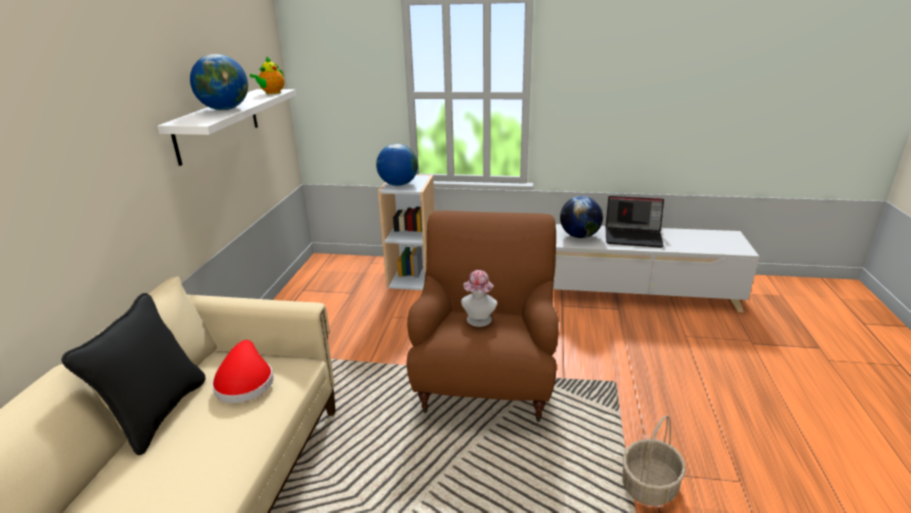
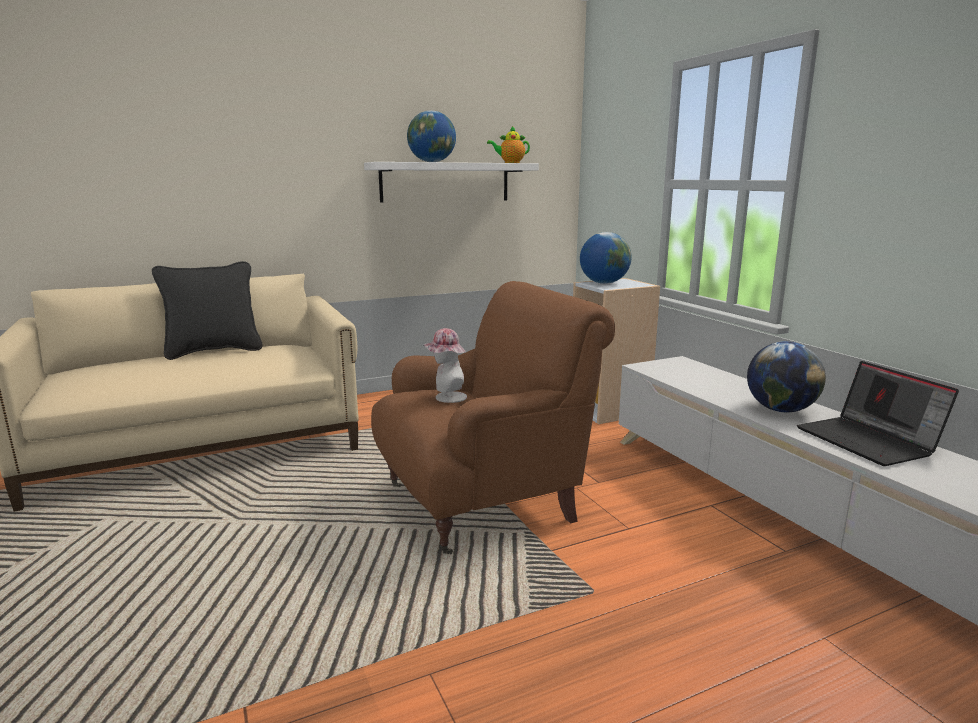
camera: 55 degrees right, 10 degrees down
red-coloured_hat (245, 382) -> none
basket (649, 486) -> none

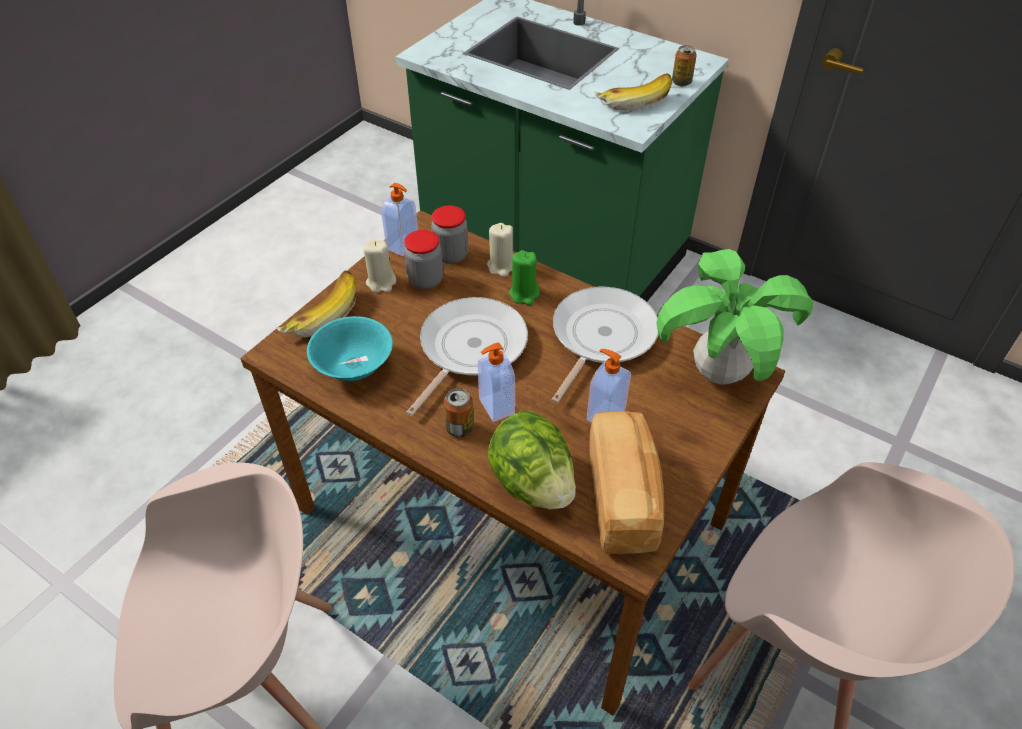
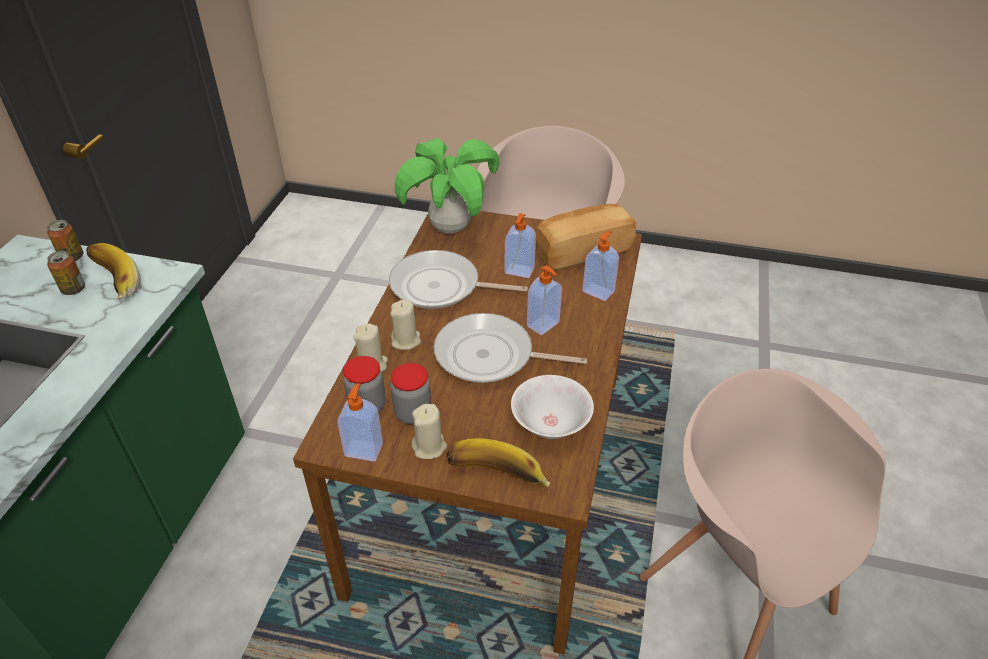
camera: 110 degrees left, 5 degrees down
green-coloured_candle (524, 294) -> beige_candle (406, 340)
blue-green_bowl (354, 367) -> white_bowl (550, 424)
metal_can (460, 428) -> metal_can (73, 289), moved
lettuce_head (532, 483) -> liquid_soap_bottle (598, 291)

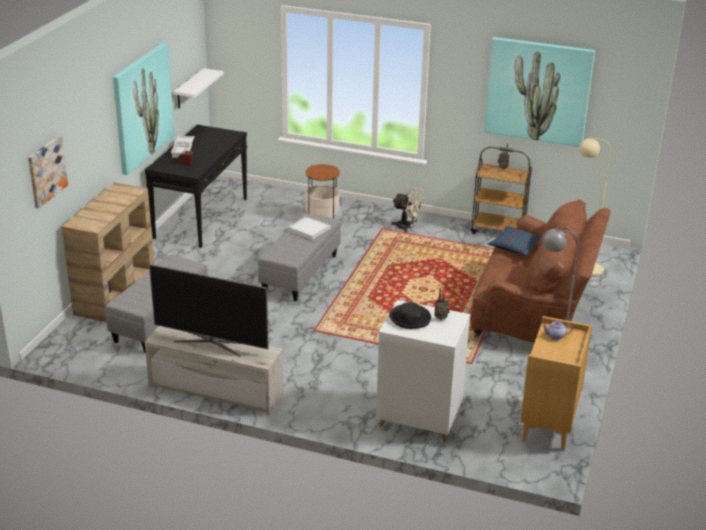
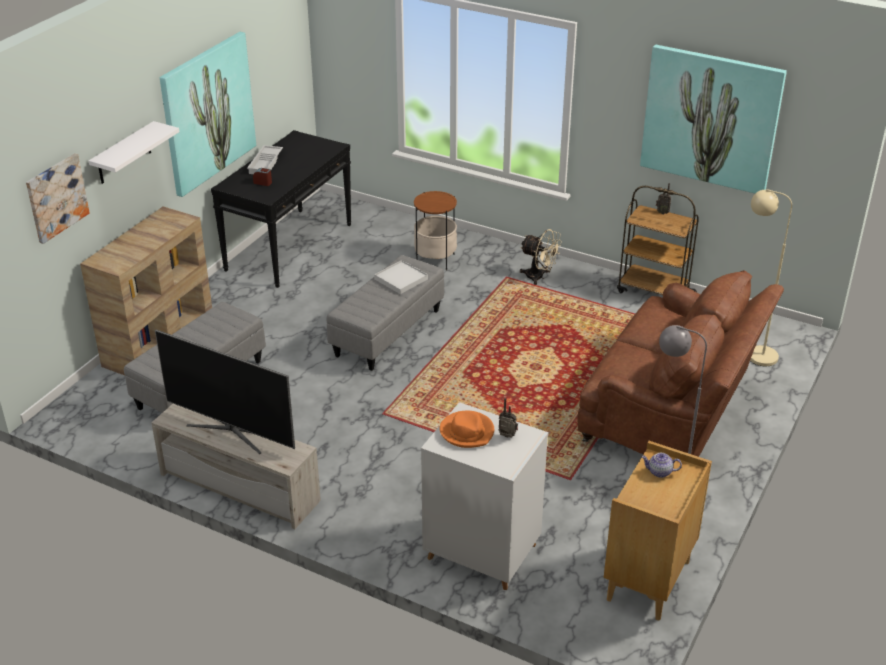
camera: 10 degrees right, 5 degrees up
white_wall_shelf (189, 89) -> white_wall_shelf (124, 154), moved
blue_throw_pillow (515, 246) -> none
black-coloured_hat (410, 318) -> orange-coloured_hat (467, 432)

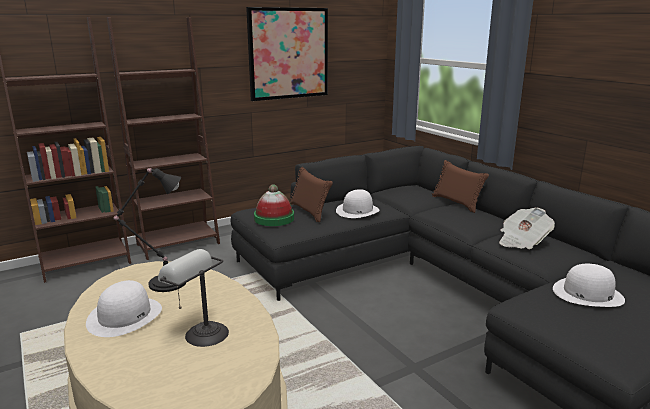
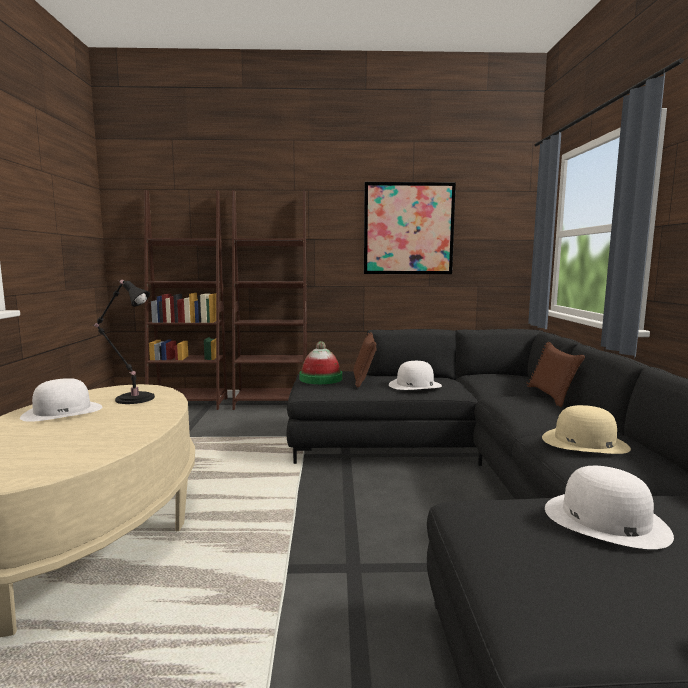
camera: 30 degrees right, 10 degrees down
daily_paper (522, 241) -> beige_hat (584, 442)
tabletop_lamp (199, 331) -> none

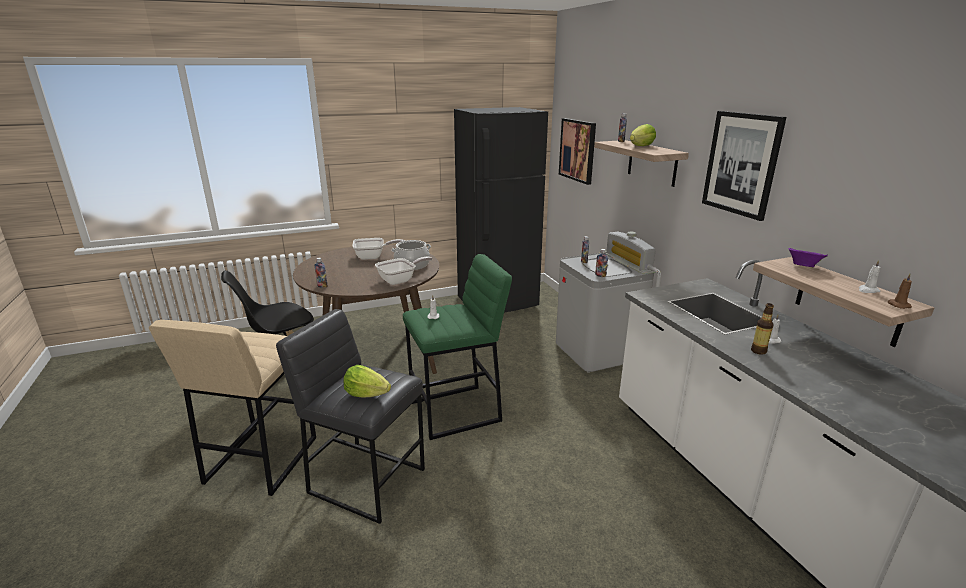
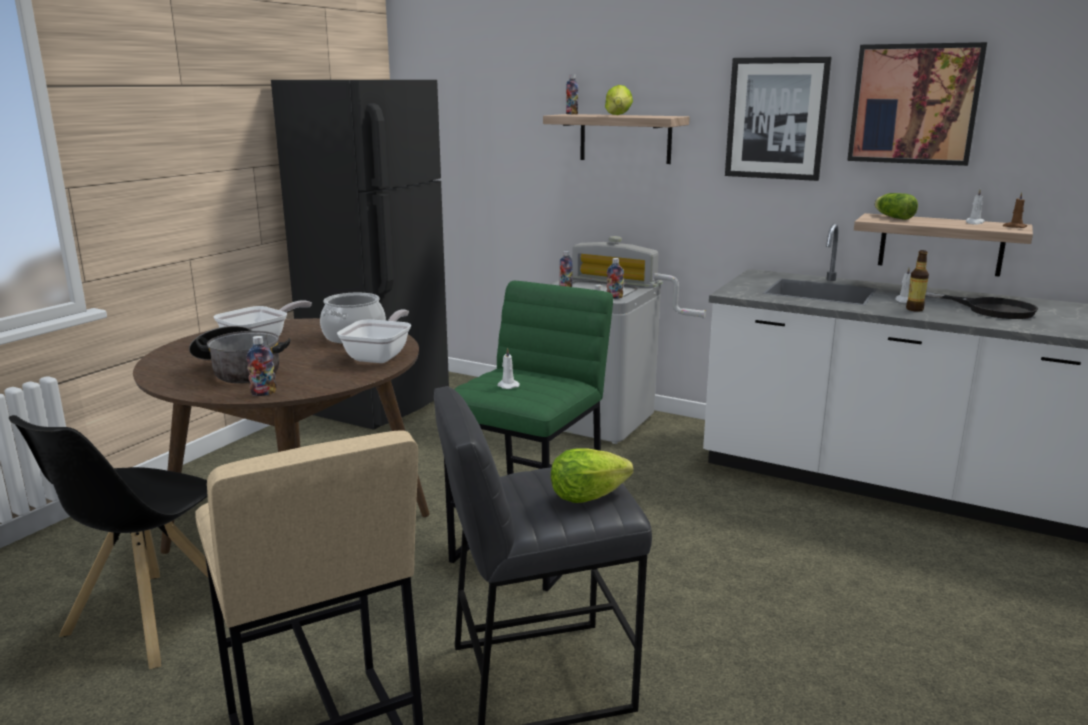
camera: 40 degrees left, 5 degrees down
picture (577, 150) -> picture (914, 104), moved
purple_bowl (802, 266) -> lettuce_head (892, 217)
none -> black-coloured_skillet (988, 309)
none -> cooking_pot (239, 371)

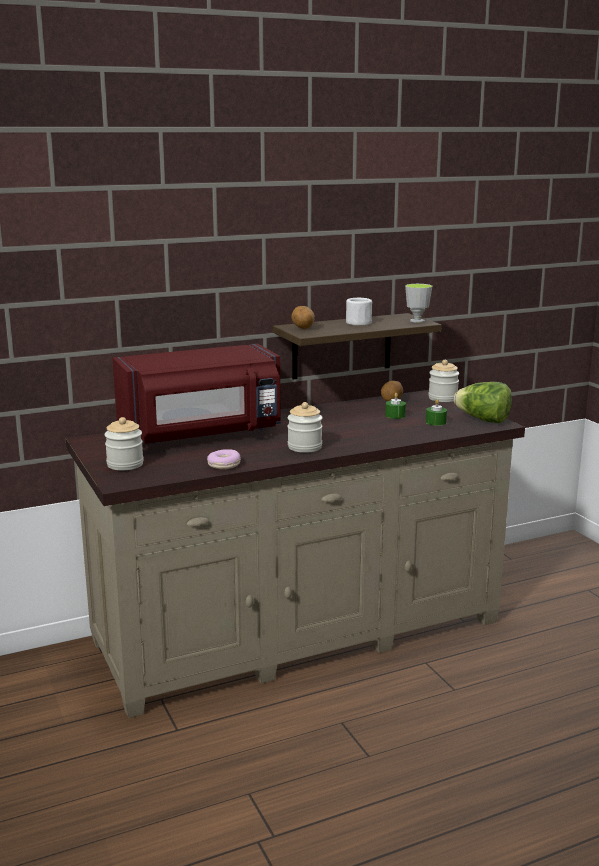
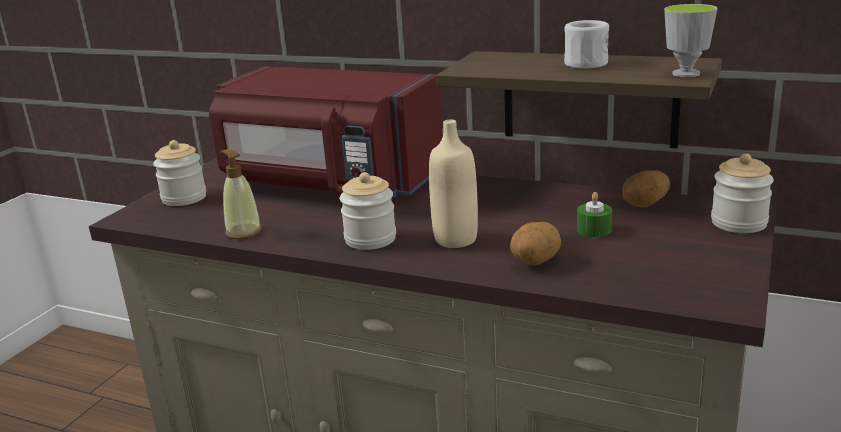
camera: 50 degrees right, 5 degrees up
potato (303, 328) -> potato (535, 262), moved
lettuce_head (483, 420) -> none
green-coloured_candle (436, 422) -> none
donut (224, 465) -> liquid_soap_bottle (243, 232)
none -> beige_bottle (455, 239)

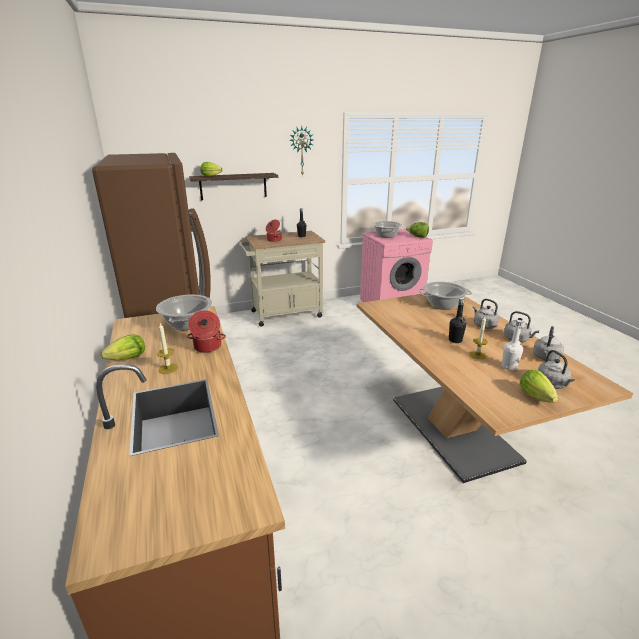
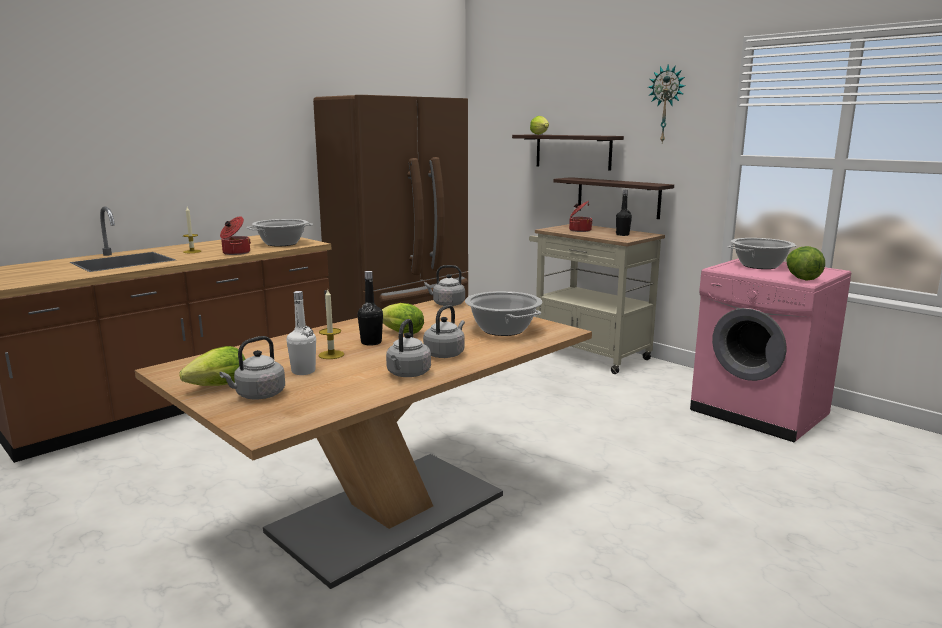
camera: 65 degrees right, 10 degrees down
grey_kettle (546, 358) -> grey_kettle (447, 304), moved
lettuce_head (125, 360) -> lettuce_head (399, 333), moved
none -> wall_shelf (618, 197)

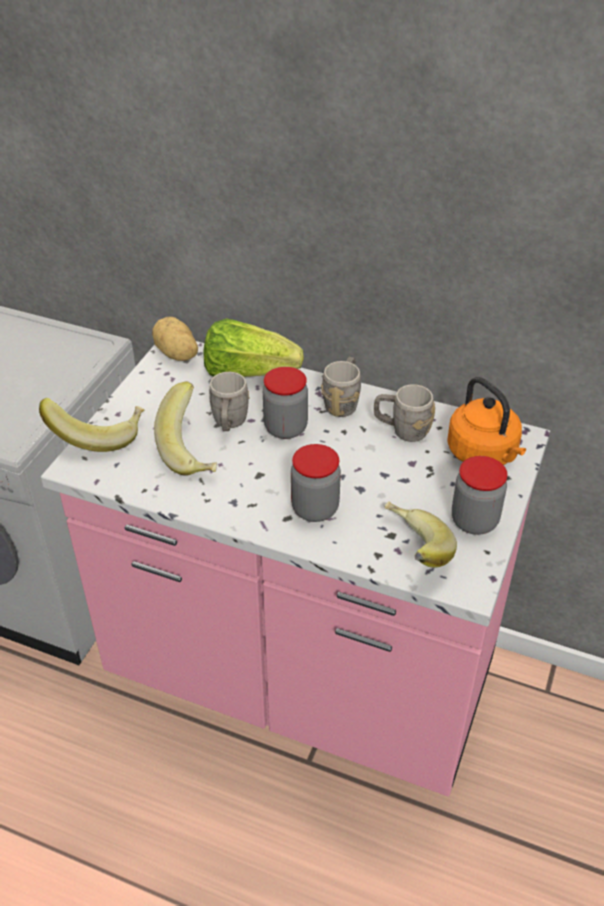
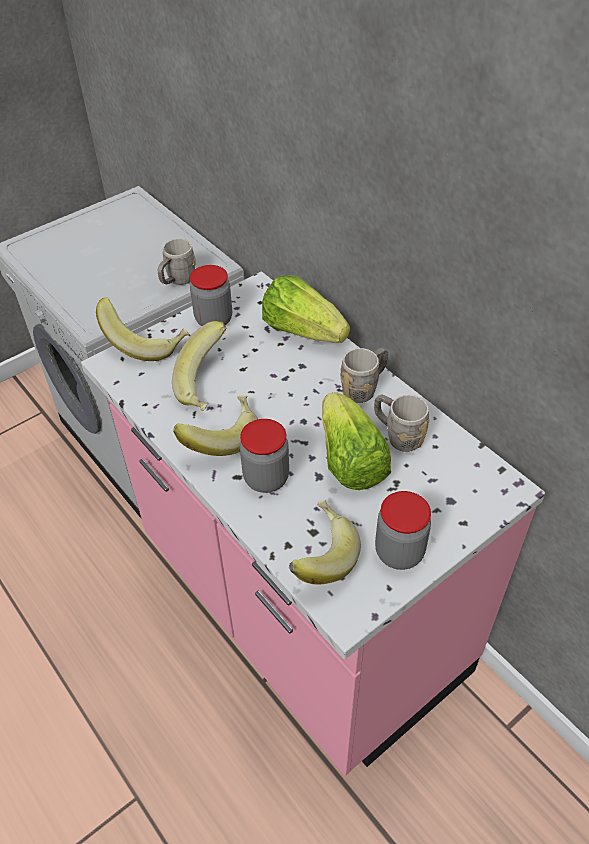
camera: 30 degrees right, 5 degrees up
potato (176, 354) -> none
jar (285, 428) -> jar (214, 320), moved
grey_coffee_mug (229, 423) -> grey_coffee_mug (177, 281), moved
orange-coloured_kettle (484, 454) -> none
none -> lettuce_head (350, 461)
none -> whole_banana (220, 437)

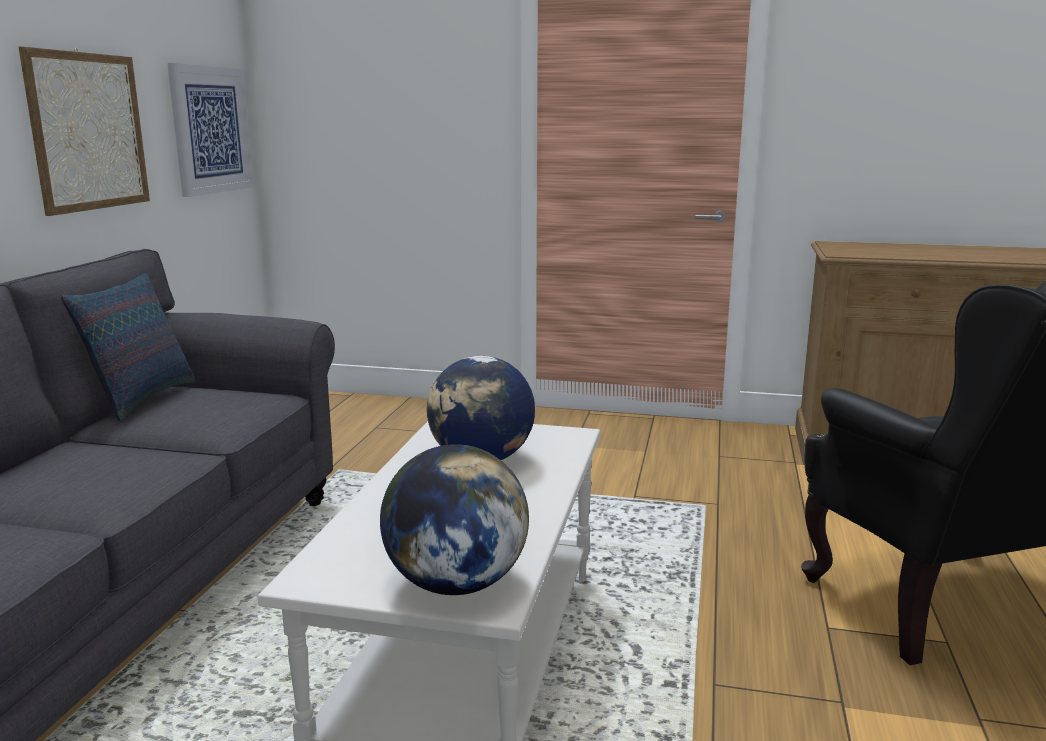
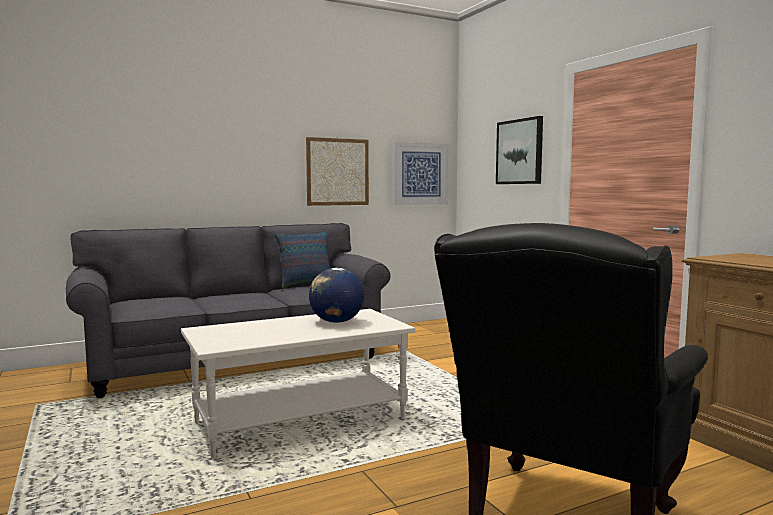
camera: 50 degrees right, 10 degrees down
globe (456, 584) -> none
none -> picture (520, 152)

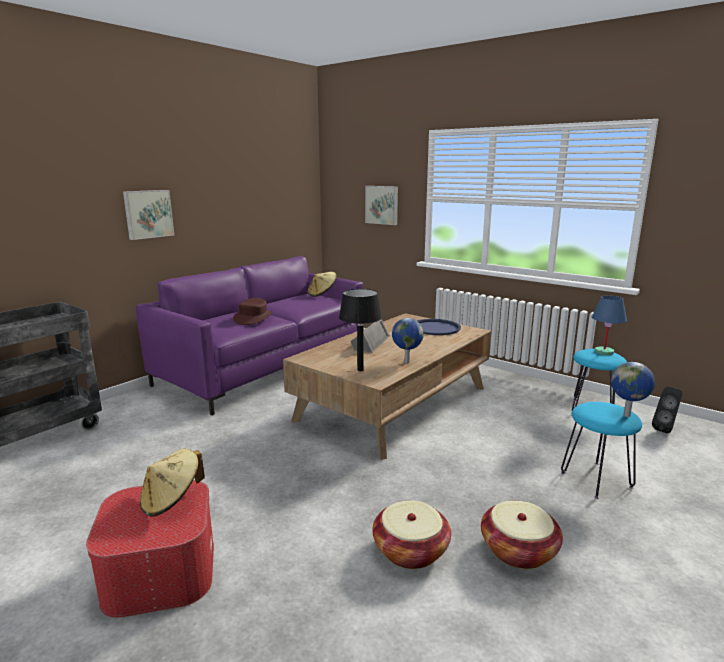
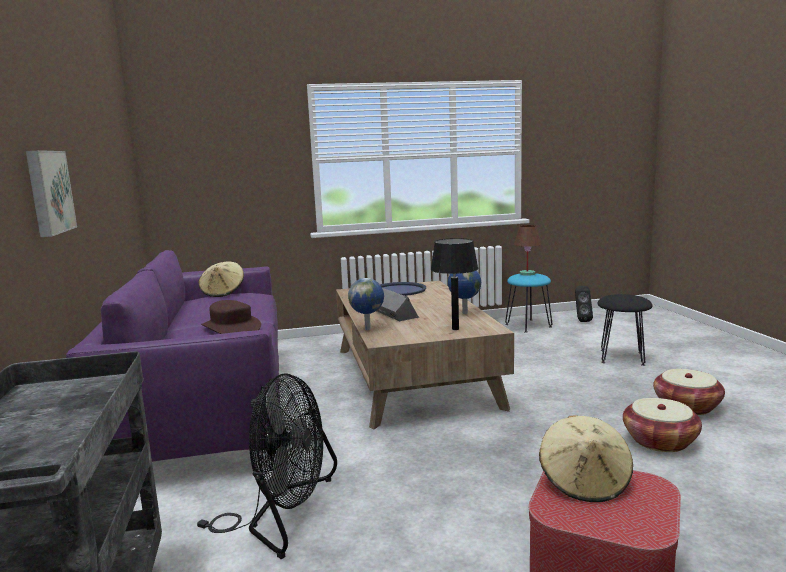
camera: 50 degrees left, 5 degrees down
picture (382, 205) -> none
blue_tabletop_lamp (604, 352) -> brownish_tabletop_lamp (527, 274)
globe (627, 415) -> globe (368, 329), moved
blue-green_sitting_stool (596, 480) -> black-coloured_sitting_stool (622, 357)
none -> black-coloured_fan (280, 515)

